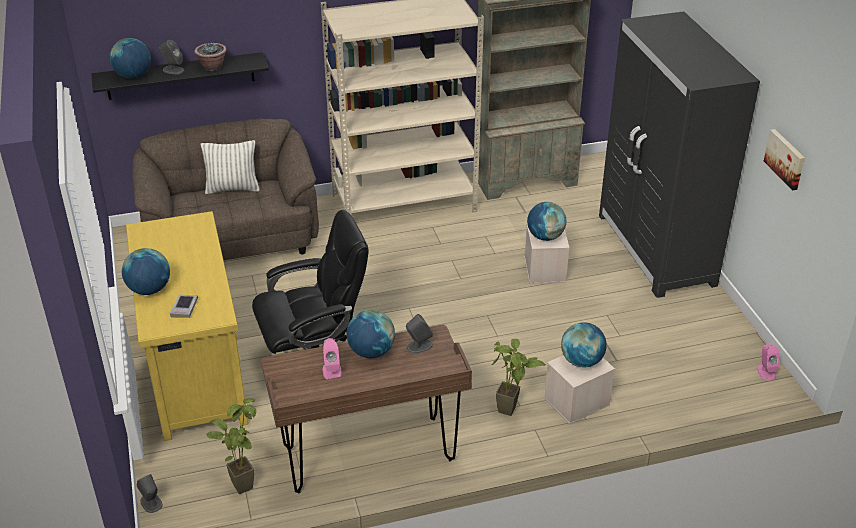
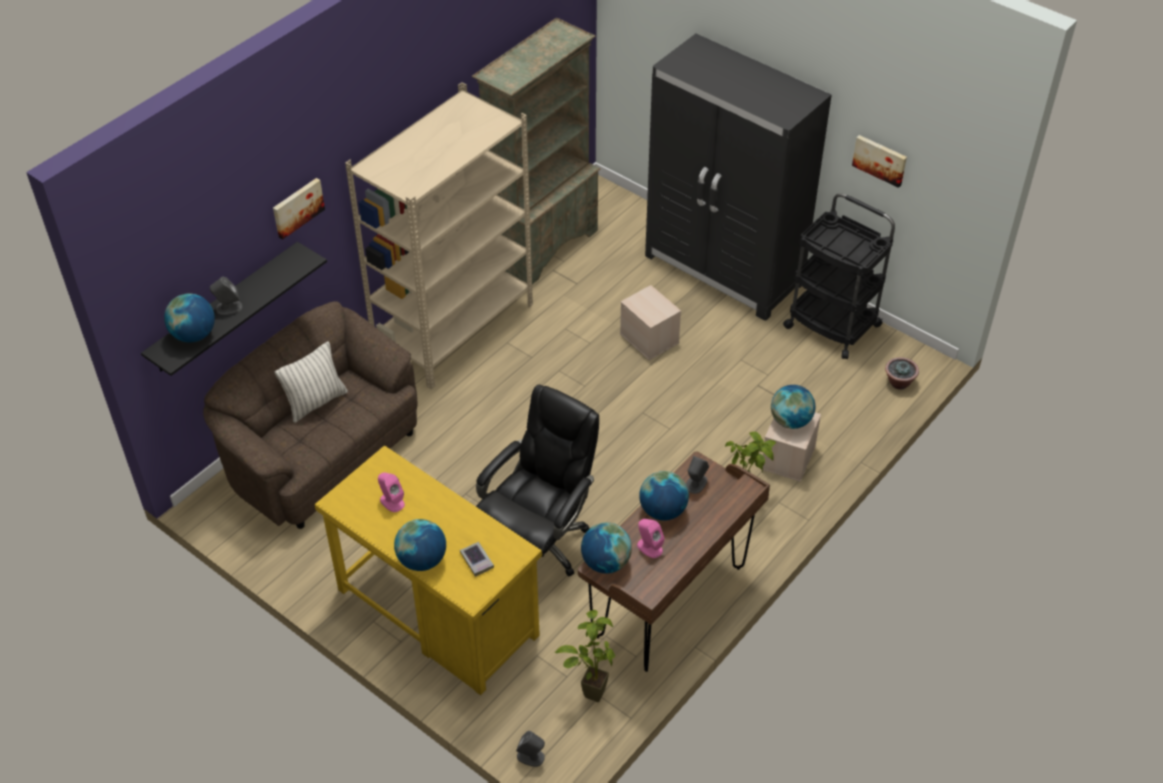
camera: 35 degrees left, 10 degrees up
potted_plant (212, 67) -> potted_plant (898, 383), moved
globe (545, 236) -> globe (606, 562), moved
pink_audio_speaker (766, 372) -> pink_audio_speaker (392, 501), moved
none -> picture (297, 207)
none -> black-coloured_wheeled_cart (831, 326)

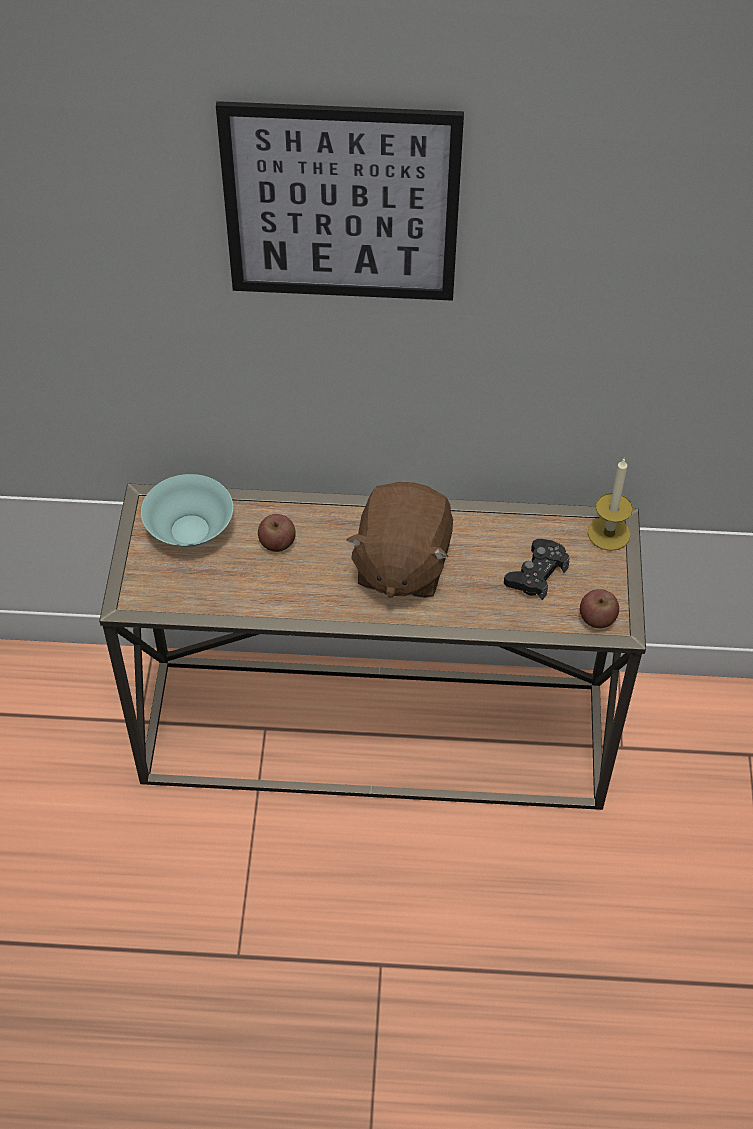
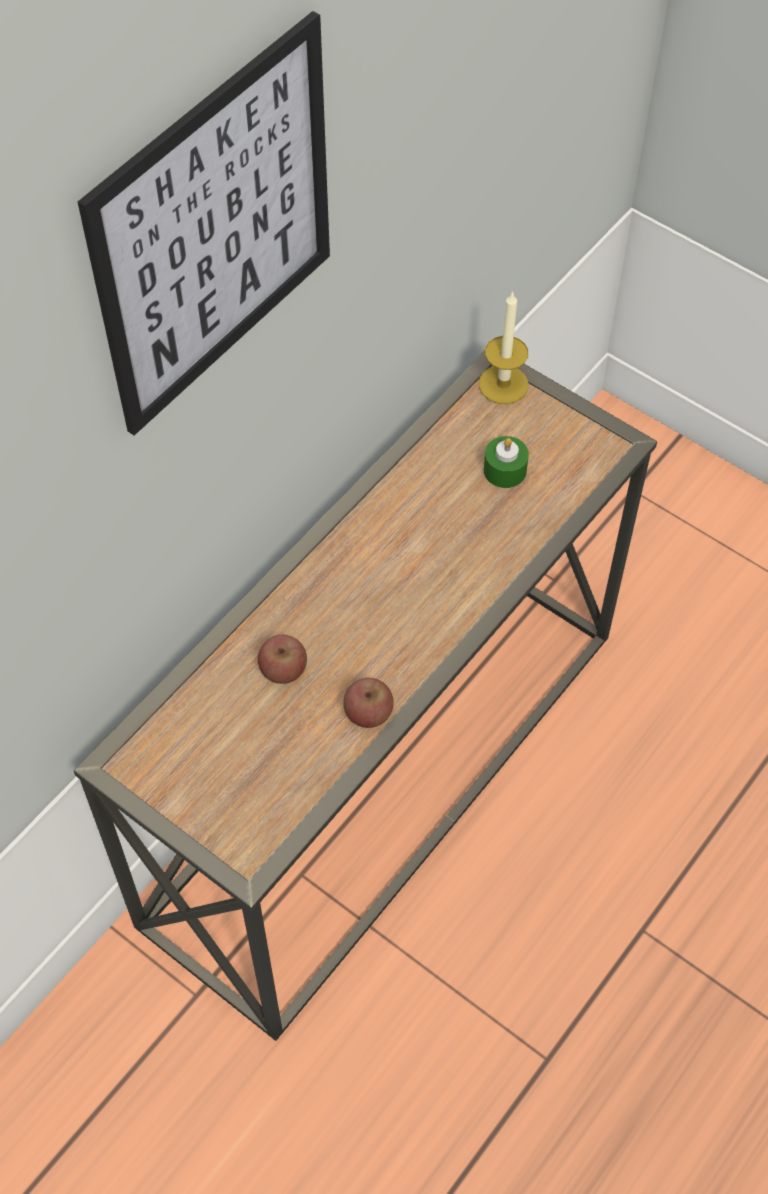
camera: 55 degrees left, 5 degrees up
blue-green_bowl (191, 531) -> none
brownish_cuddly_toy (401, 565) -> none
black-coloured_gamepad (536, 574) -> green-coloured_candle (505, 470)
apple_fruit (597, 618) -> apple_fruit (368, 713), moved

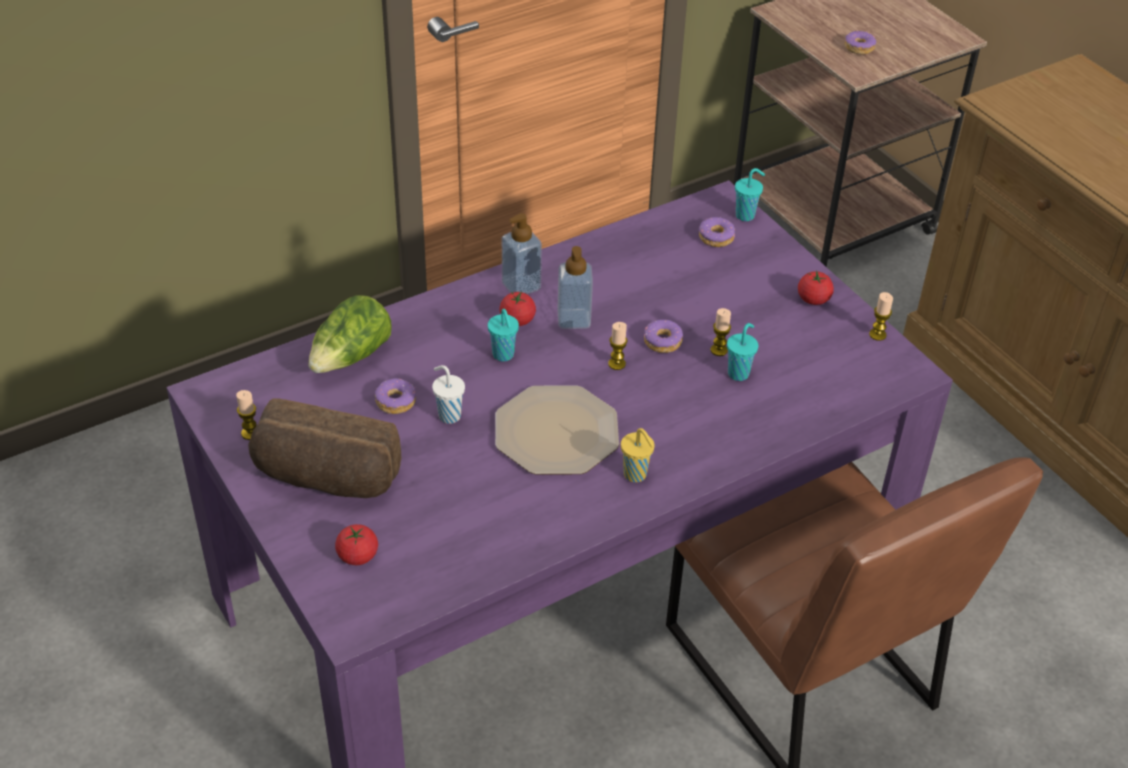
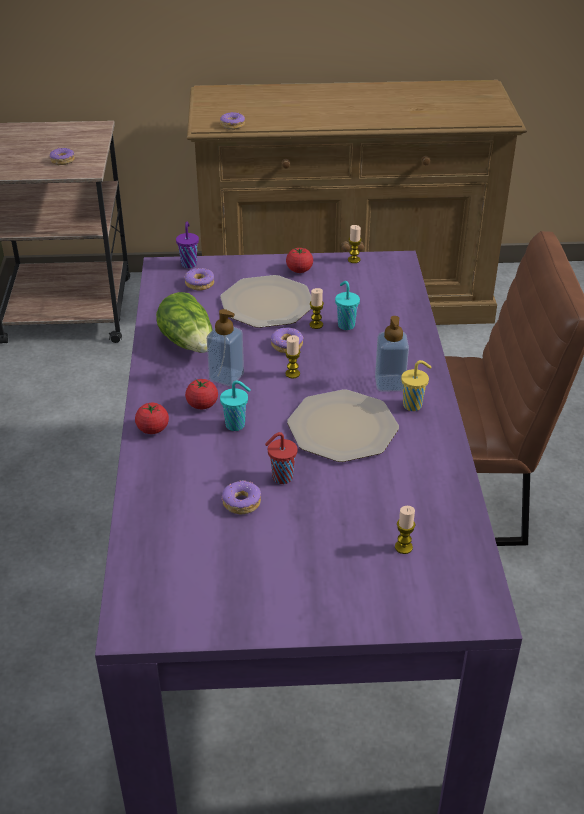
camera: 60 degrees left, 5 degrees down
blue-green_small_cup (746, 215) -> purple_small_cup (189, 264)
liquid_soap_bottle (521, 286) -> liquid_soap_bottle (389, 383), moved
lettuce_head (351, 357) -> lettuce_head (189, 343), moved
white_small_cup (448, 415) -> red-coloured_small_cup (281, 478)
candle (250, 433) -> candle (403, 547), moved
bakery_bread (325, 478) -> none
fresh_tomato (357, 556) -> fresh_tomato (153, 429), moved
none -> donut (232, 125)
none -> flat_dish (268, 303)

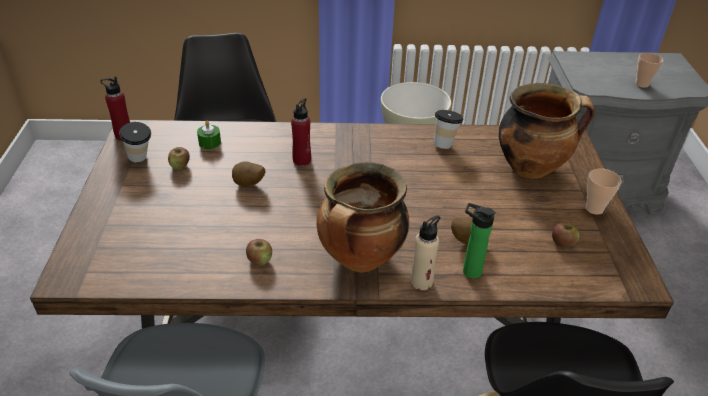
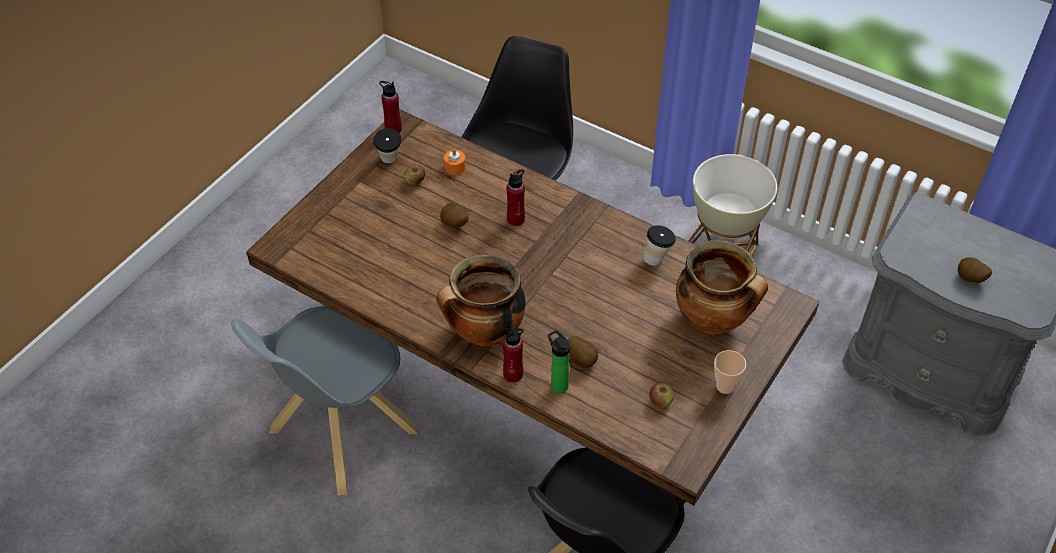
camera: 35 degrees right, 10 degrees up
small_cup (642, 84) -> potato (969, 279)
green-coloured_candle (209, 143) -> orange-coloured_candle (455, 167)
beige_bottle (421, 282) -> red-coloured_bottle (513, 374)
apple_fruit (260, 260) -> none

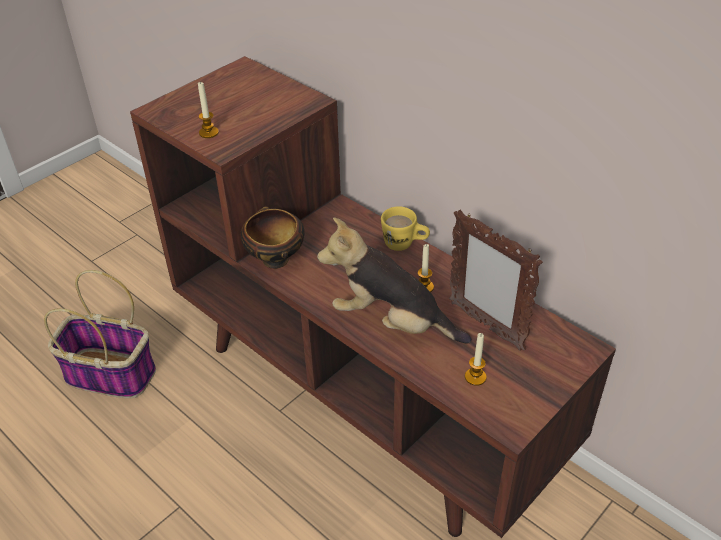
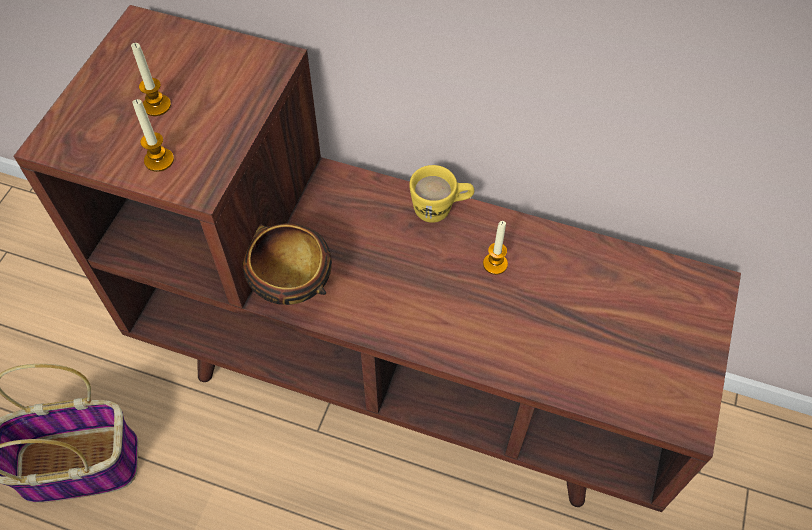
camera: 25 degrees left, 15 degrees up
photo_frame (485, 325) -> none
cuddly_toy (392, 322) -> none
candle (475, 377) -> candle (157, 106), moved

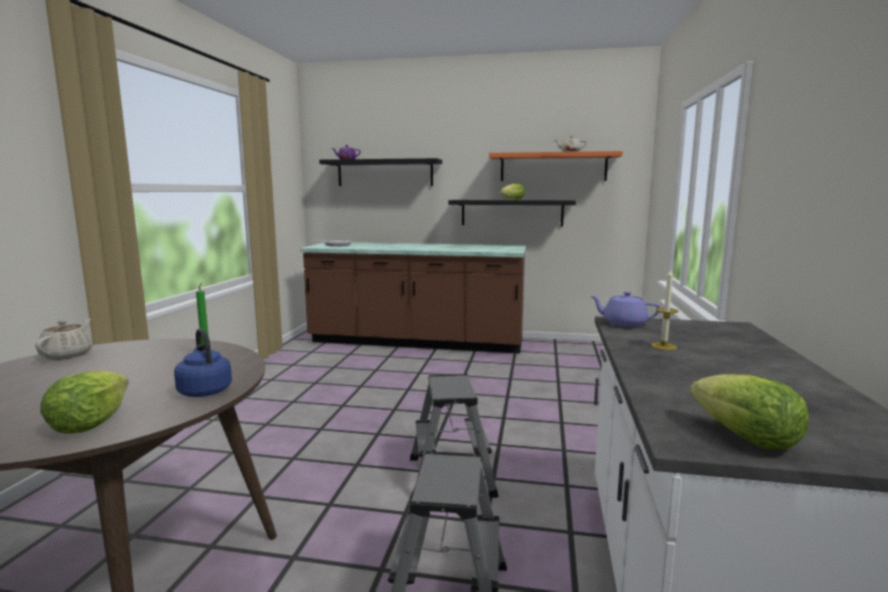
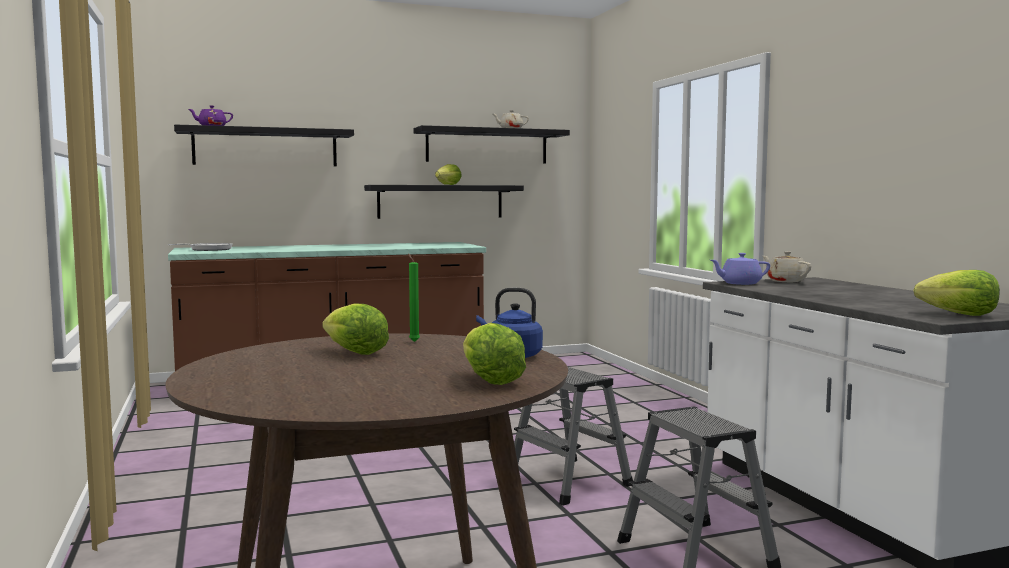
camera: 30 degrees left, 5 degrees down
orange-coloured_wall_shelf (553, 167) -> black-coloured_wall_shelf (487, 146)
candle (663, 346) -> none
beige_pot_for_tea (68, 355) -> beige_pot_for_tea (785, 281), moved
none -> lettuce_head (355, 353)

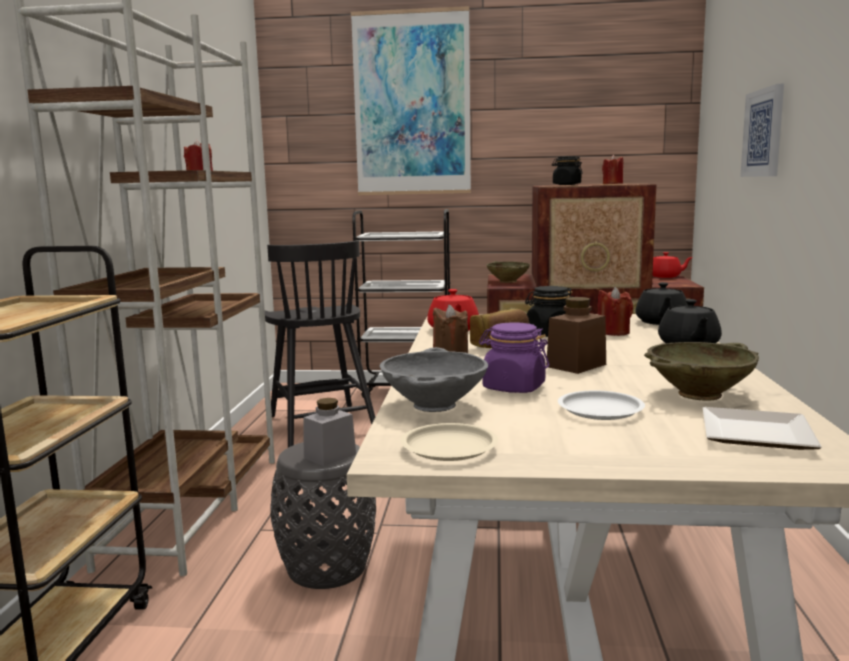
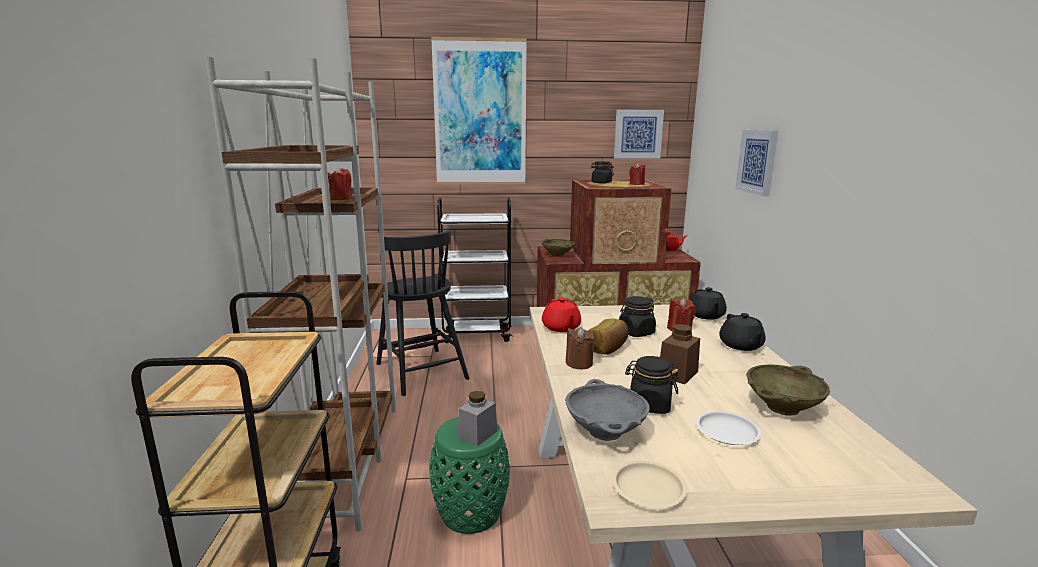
camera: 10 degrees left, 5 degrees up
purple_jar (513, 387) -> black-coloured_jar (649, 405)
flat_dish (759, 434) -> none
grey_sitting_stool (326, 568) -> green-coloured_sitting_stool (470, 512)
none -> picture (638, 134)

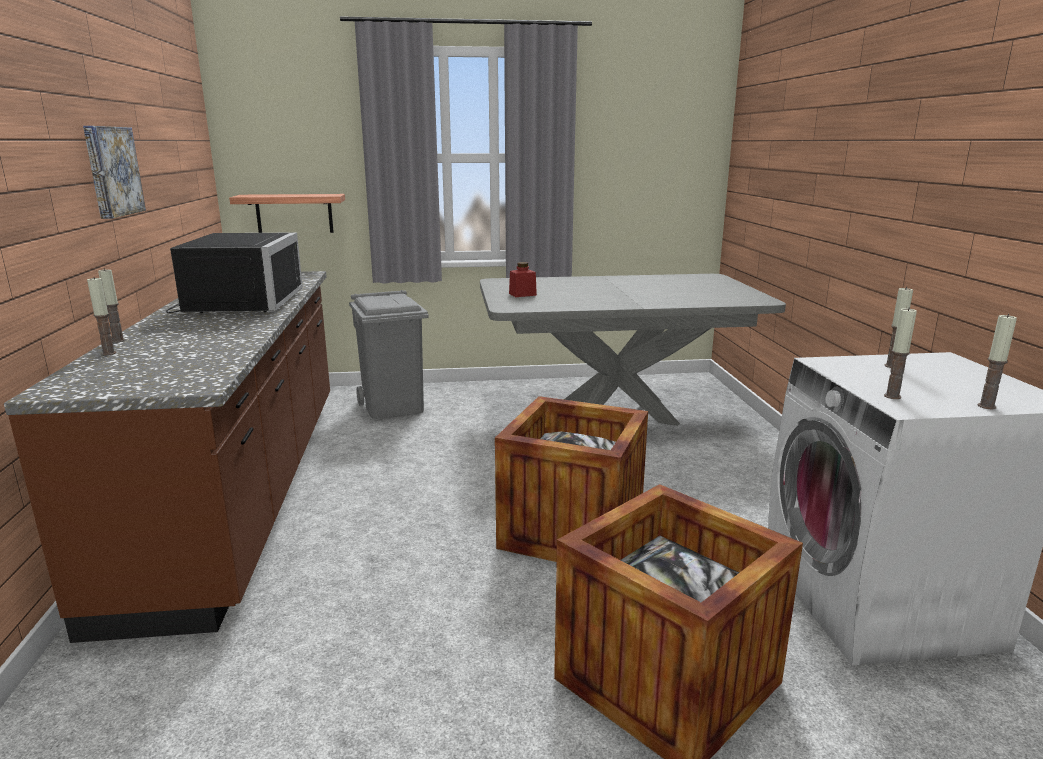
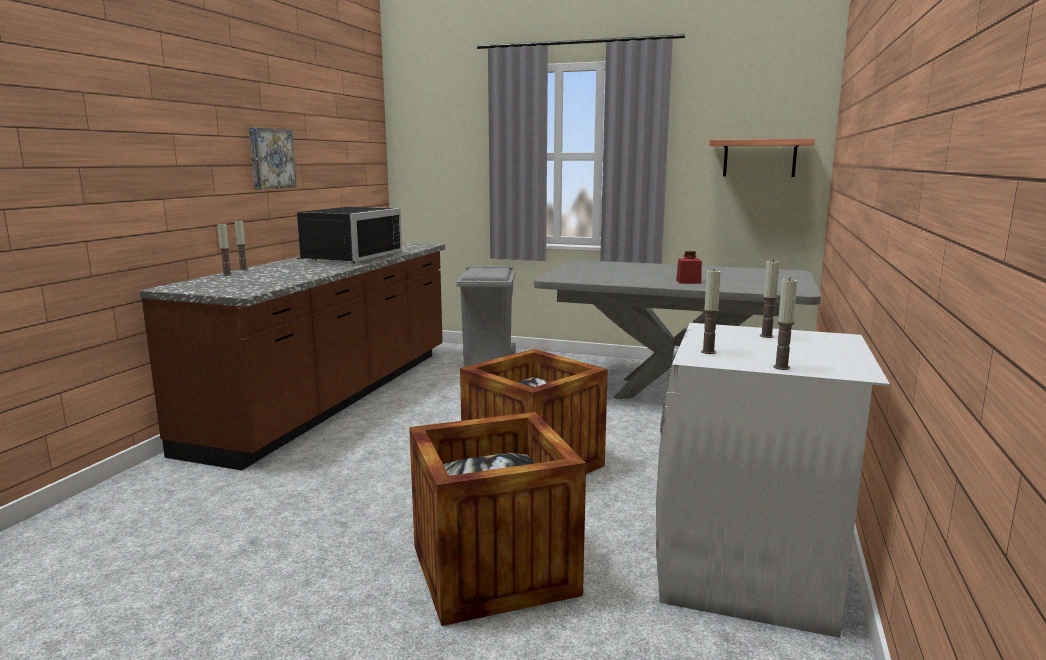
camera: 25 degrees right, 5 degrees down
wall_shelf (294, 213) -> wall_shelf (759, 158), moved
red-coloured_jar (522, 294) -> red-coloured_jar (688, 282), moved

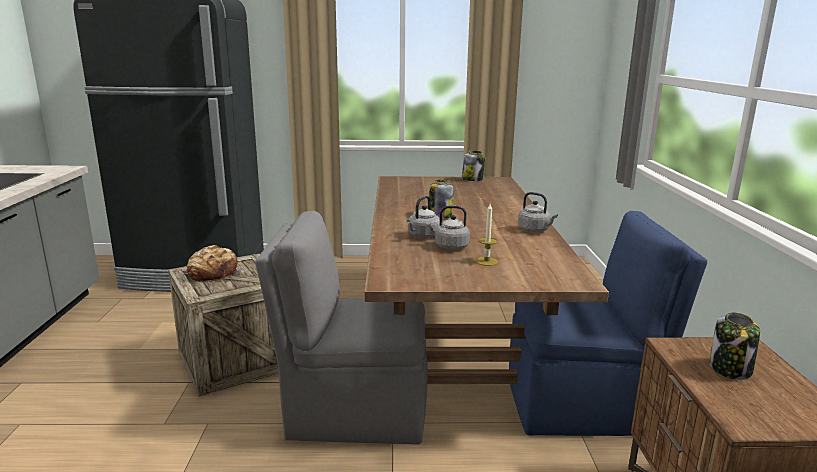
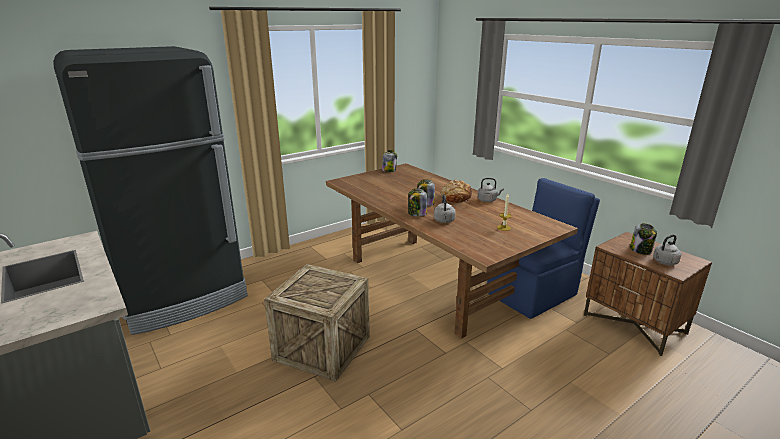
camera: 35 degrees left, 5 degrees up
grey_kettle (449, 246) -> grey_kettle (664, 262), moved
grey_plain_chair (354, 411) -> none
bakery_bread (214, 273) -> bakery_bread (456, 197), moved
none -> jar (417, 214)

